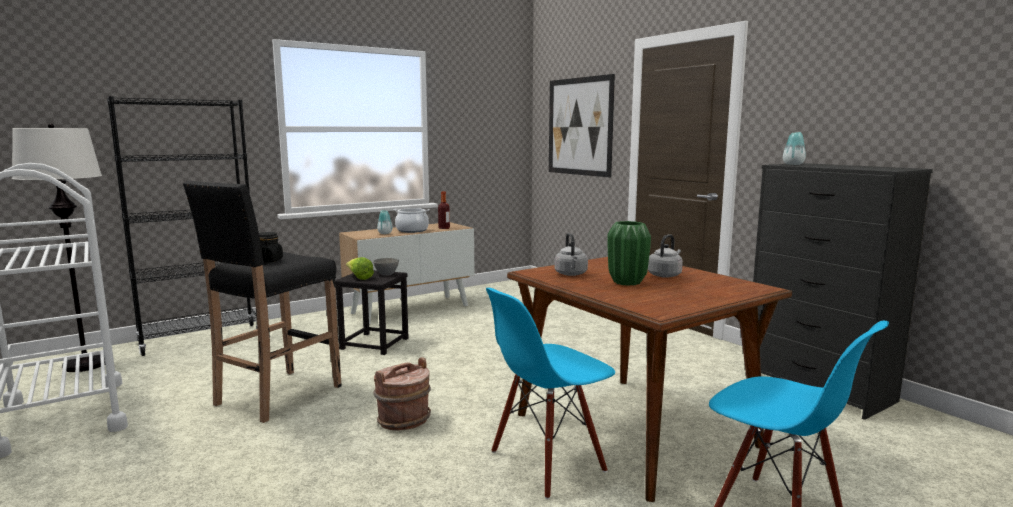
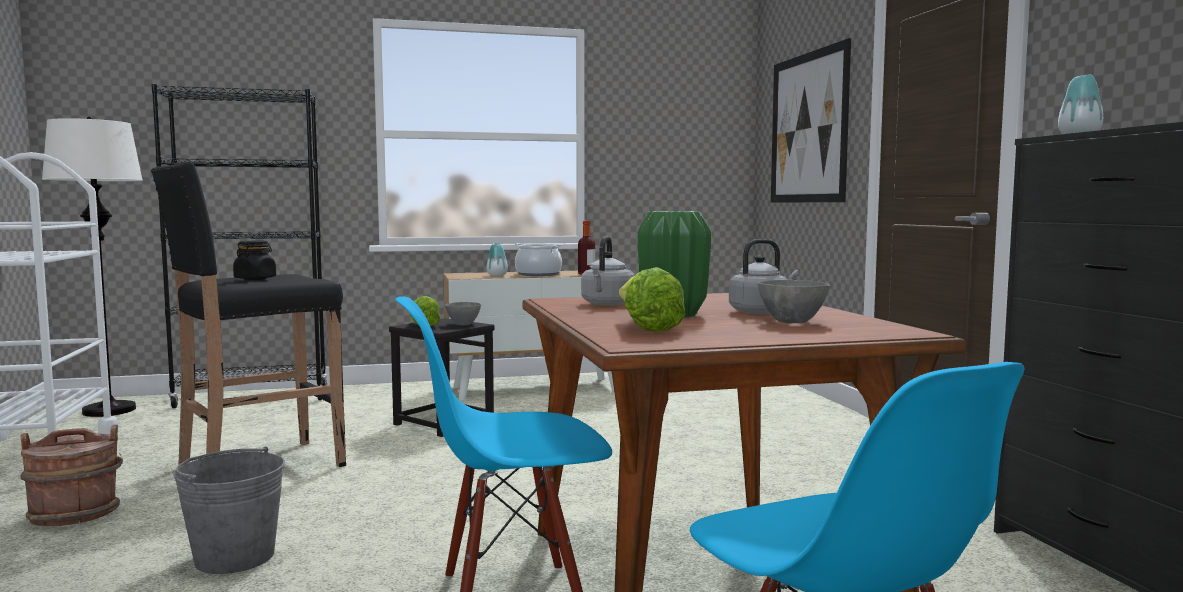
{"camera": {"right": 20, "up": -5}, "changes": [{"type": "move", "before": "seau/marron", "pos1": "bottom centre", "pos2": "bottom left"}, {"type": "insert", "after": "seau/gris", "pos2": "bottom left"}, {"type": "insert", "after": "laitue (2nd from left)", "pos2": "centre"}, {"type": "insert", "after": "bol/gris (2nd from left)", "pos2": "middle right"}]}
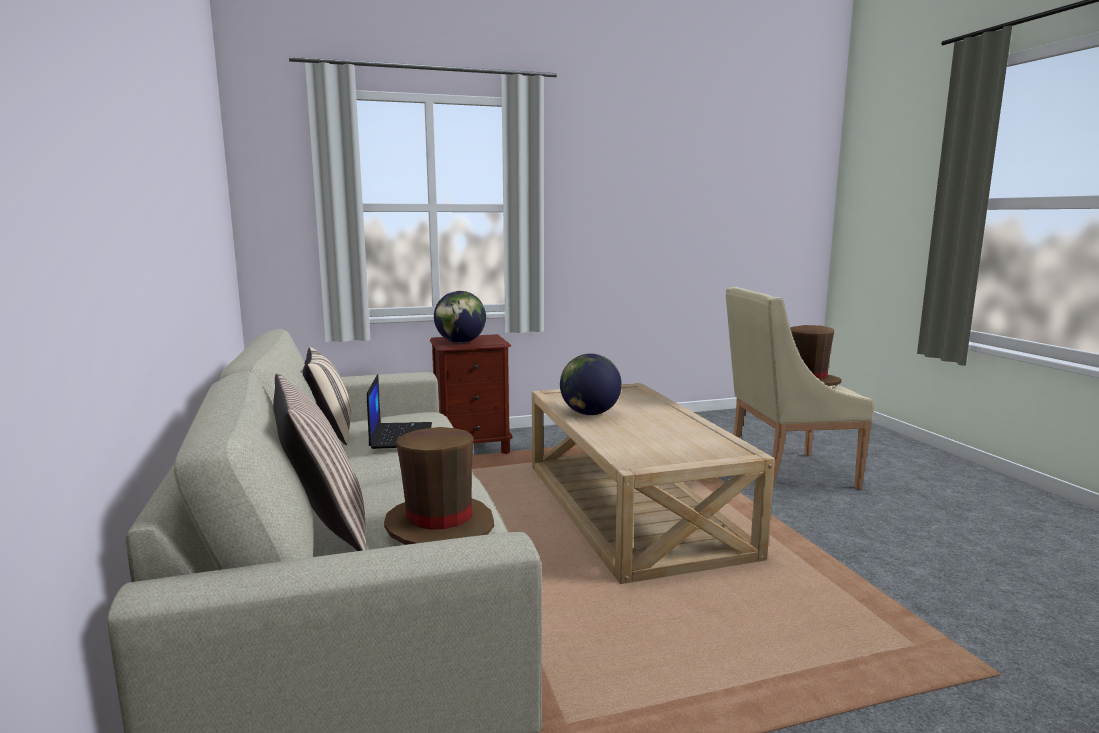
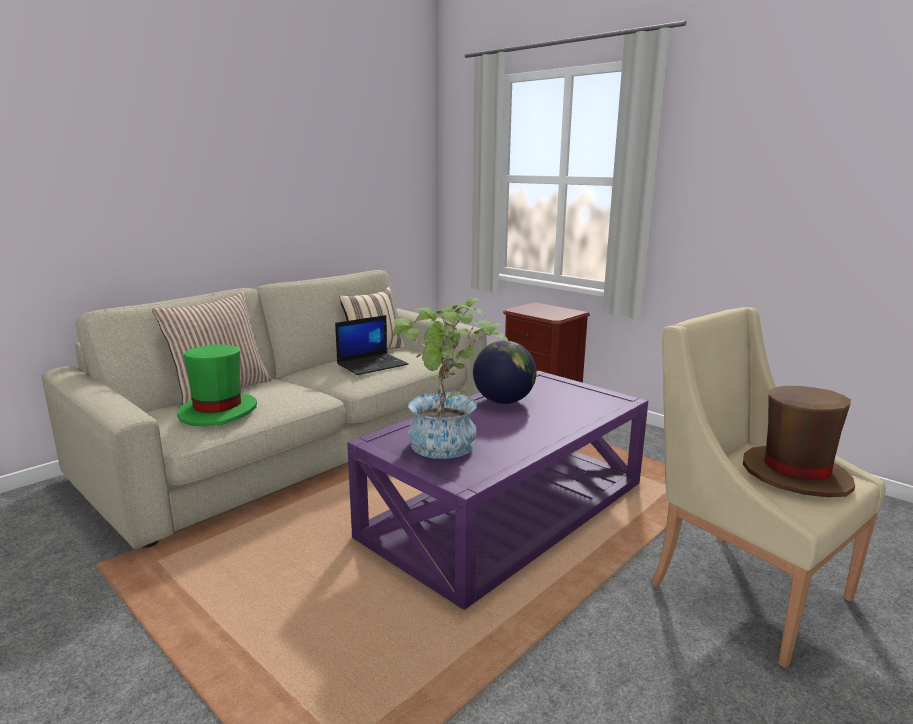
{"camera": {"right": 60, "up": 5}, "changes": [{"type": "recolor", "before": "chapeau/marron (1st from left)", "after": "chapeau/vert", "pos1": "centre", "pos2": "middle left"}, {"type": "recolor", "before": "table basse/beige", "after": "table basse/violet", "pos1": "centre", "pos2": "bottom centre"}, {"type": "insert", "after": "plante en pot", "pos2": "centre"}, {"type": "delete", "before": "globe (1st from left)", "pos1": "centre"}]}
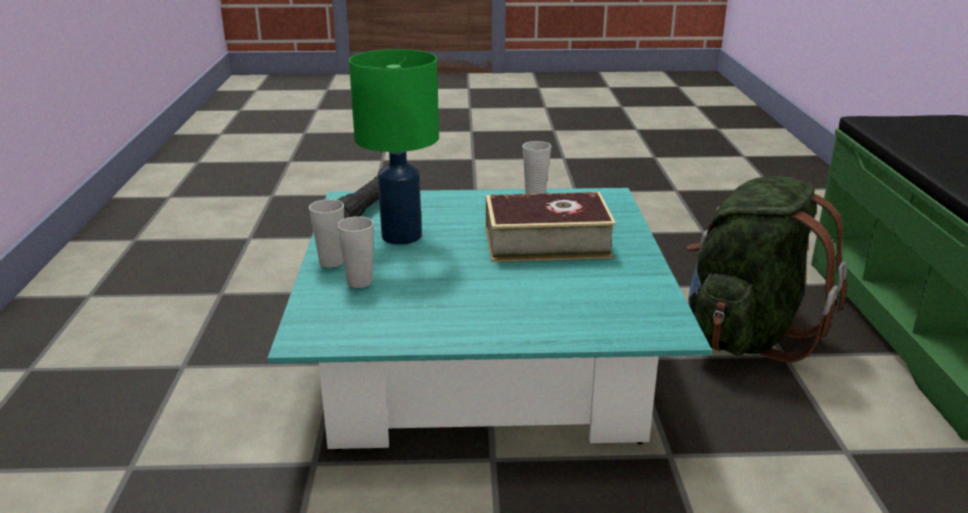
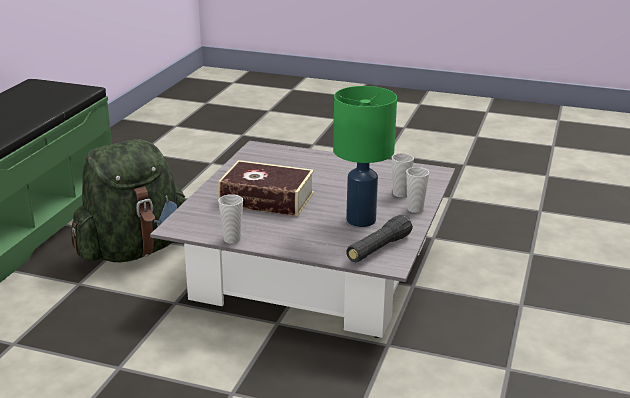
{"camera": {"right": -160, "up": 0}, "changes": [{"type": "recolor", "before": "table basse/turquoise", "after": "table basse/gris", "pos1": "centre", "pos2": "centre"}]}
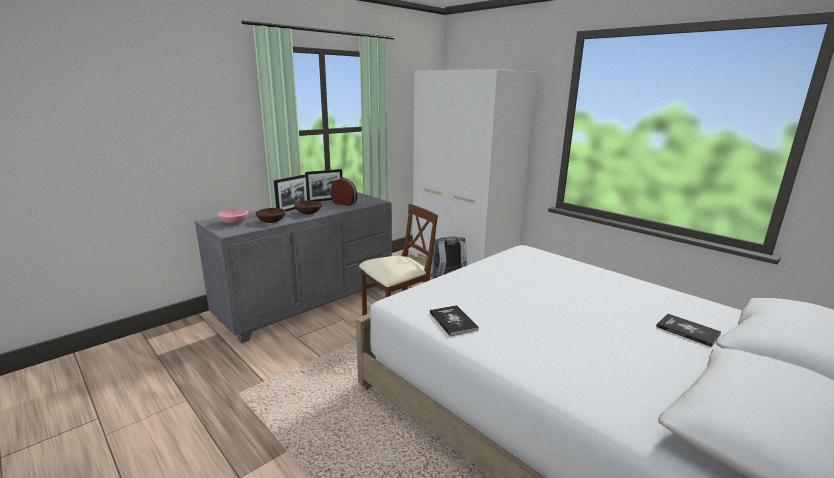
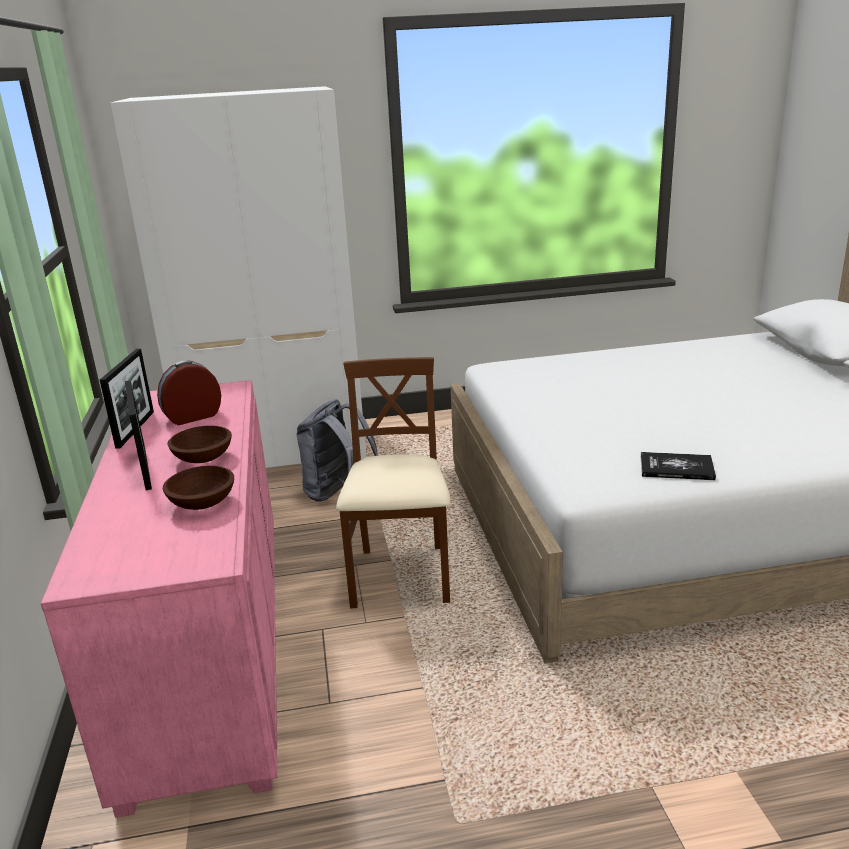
{"camera": {"right": -55, "up": 5}, "changes": [{"type": "recolor", "before": "commode/gris", "after": "commode/rose", "pos1": "centre", "pos2": "bottom left"}, {"type": "delete", "before": "bol/rose", "pos1": "middle left"}, {"type": "delete", "before": "livre (2nd from left)", "pos1": "bottom right"}]}
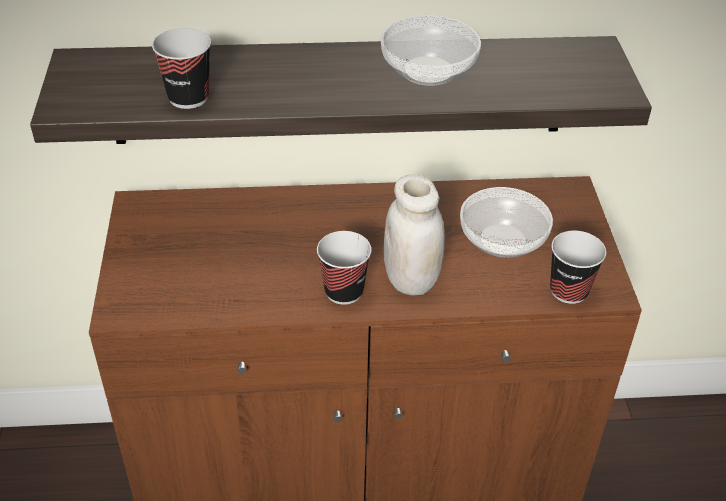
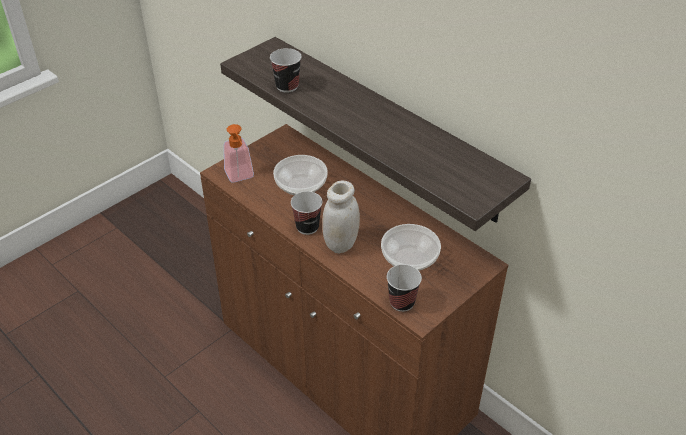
{"camera": {"right": 50, "up": 0}, "changes": [{"type": "insert", "after": "distributeur de savon", "pos2": "centre"}, {"type": "move", "before": "bol (1st from left)", "pos1": "top centre", "pos2": "centre"}]}
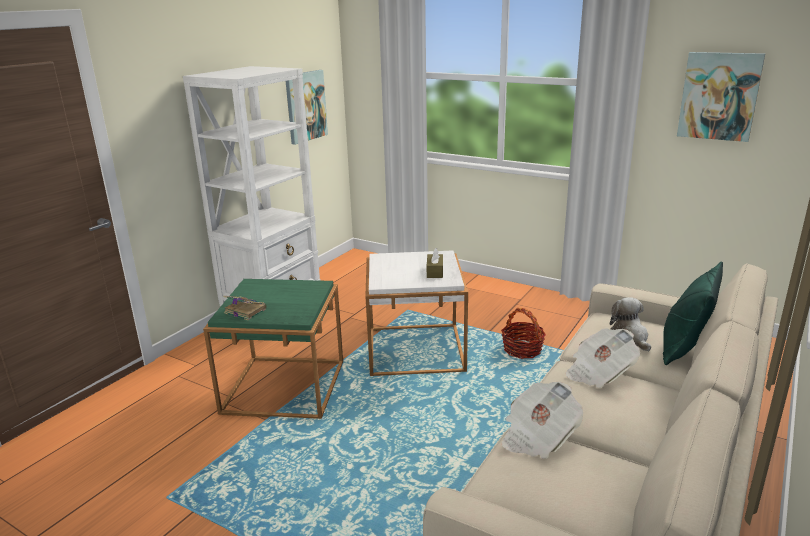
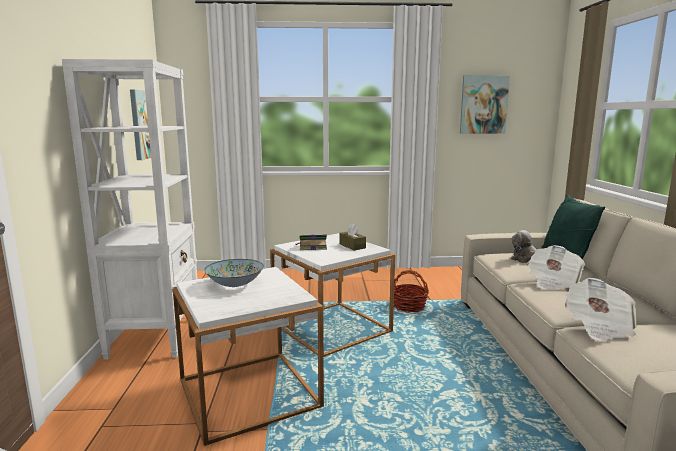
{"camera": {"right": -35, "up": -10}, "changes": [{"type": "recolor", "before": "table d'appoint/vert", "after": "table d'appoint/blanc (1st from left)", "pos1": "centre", "pos2": "bottom centre"}, {"type": "insert", "after": "bol", "pos2": "centre"}, {"type": "move", "before": "livre", "pos1": "middle left", "pos2": "centre"}]}
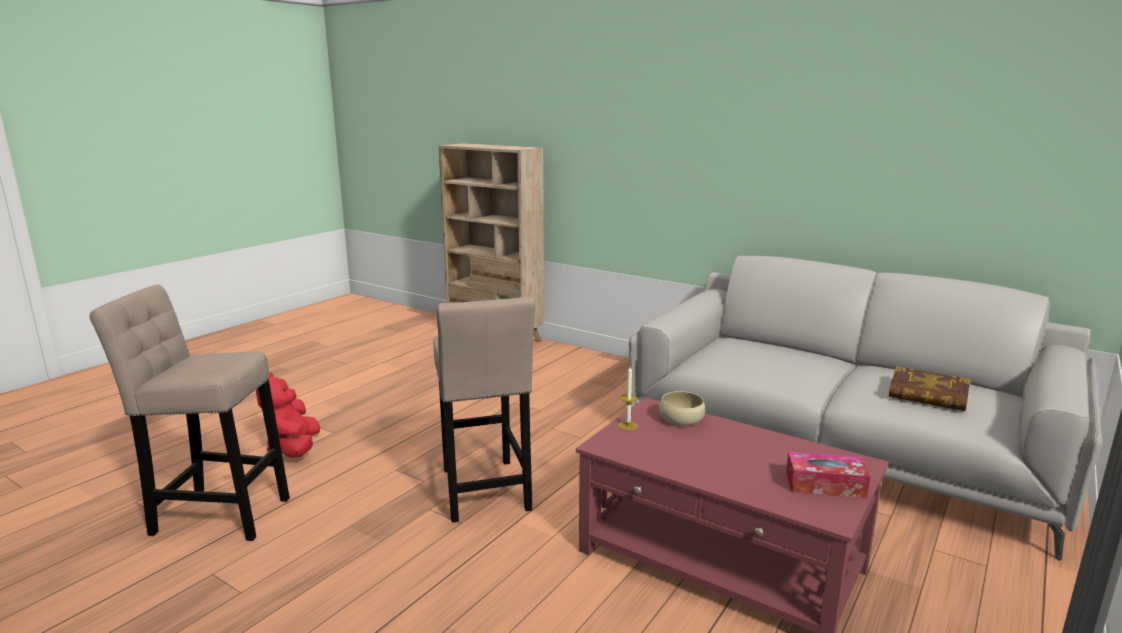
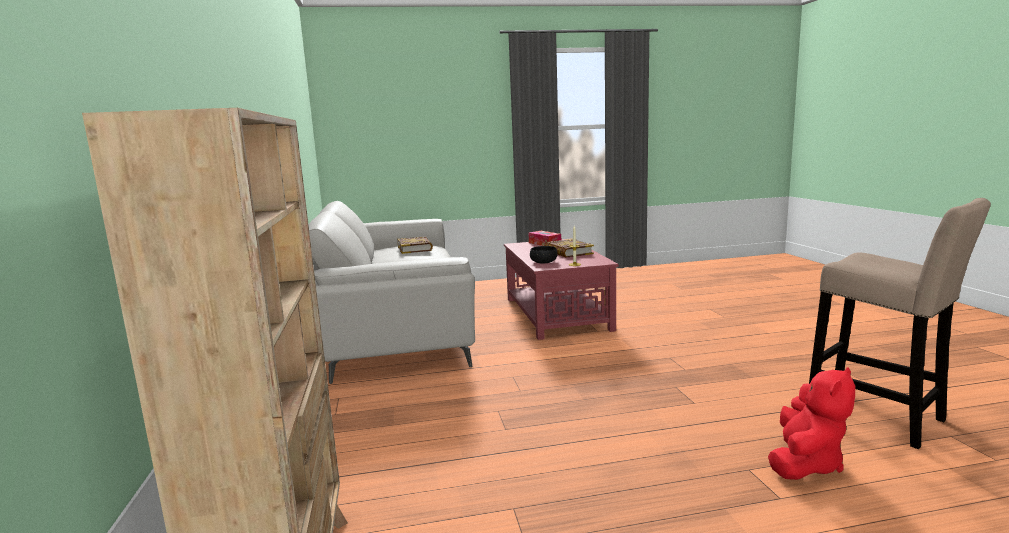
{"camera": {"right": -135, "up": -5}, "changes": [{"type": "recolor", "before": "bol/beige", "after": "bol/noir", "pos1": "centre", "pos2": "centre"}, {"type": "insert", "after": "livre (2nd from left)", "pos2": "centre"}, {"type": "delete", "before": "tabouret/beige (2nd from left)", "pos1": "centre"}]}
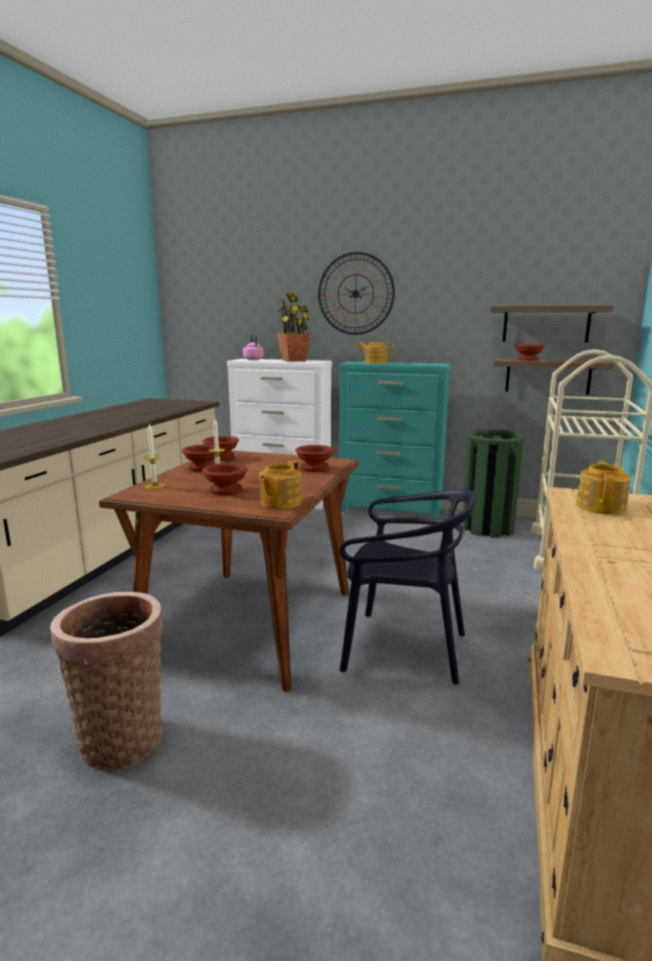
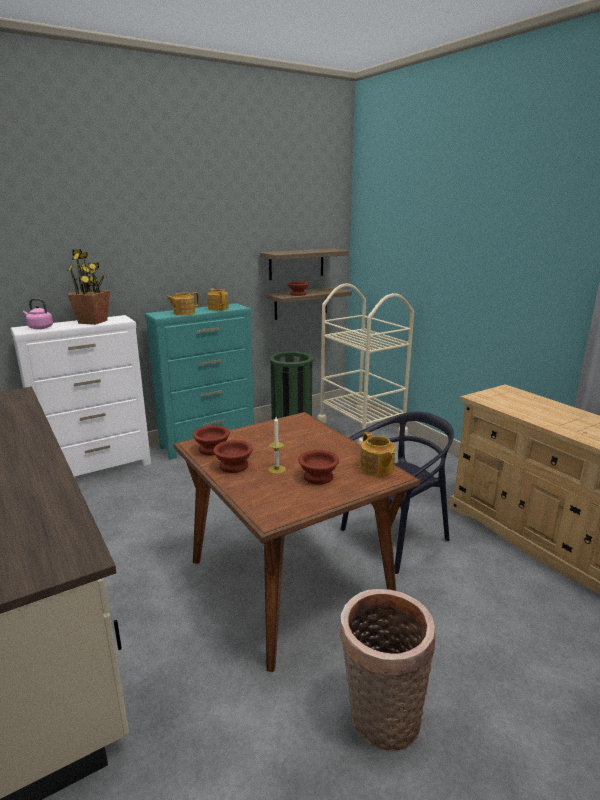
{"camera": {"right": -50, "up": 5}, "changes": [{"type": "move", "before": "théière (3rd from left in the first image)", "after": "théière (2nd from left)", "pos1": "middle right", "pos2": "centre"}, {"type": "delete", "before": "bougie (1st from left)", "pos1": "middle left"}, {"type": "delete", "before": "bol/marron (4th from left)", "pos1": "centre"}, {"type": "delete", "before": "horloge murale", "pos1": "top centre"}]}
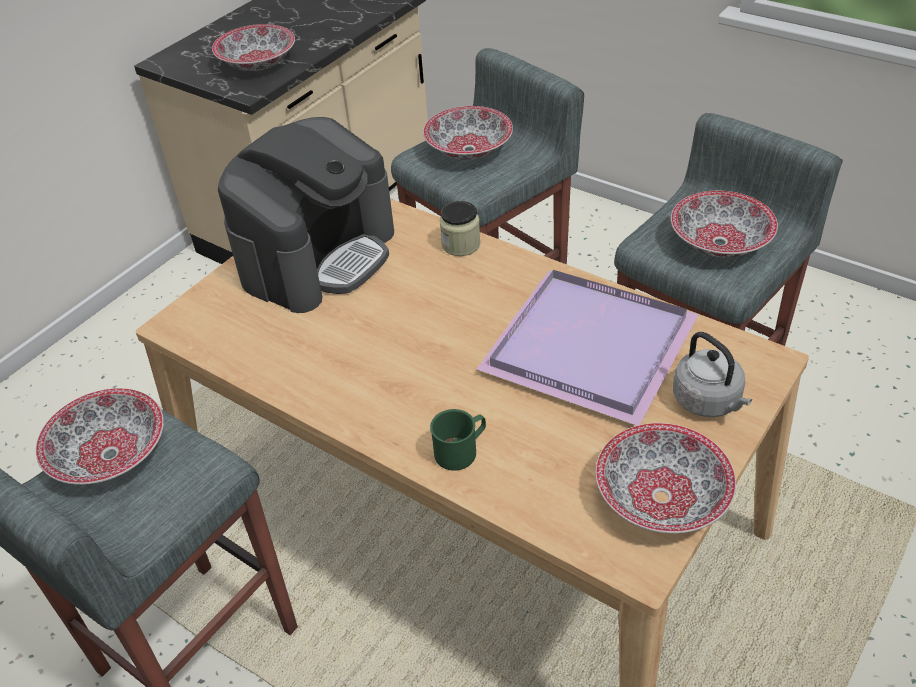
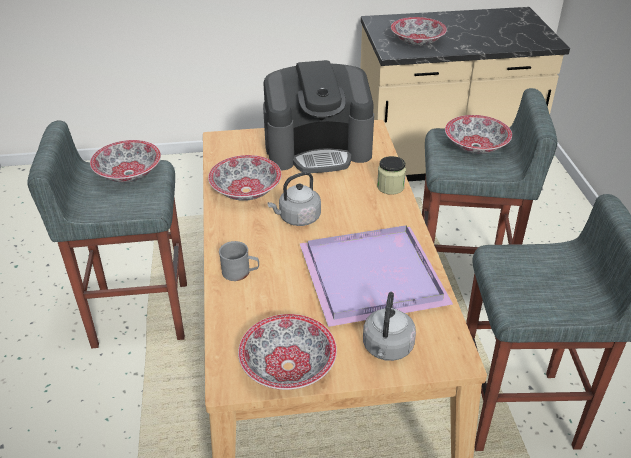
{"camera": {"right": 45, "up": -5}, "changes": [{"type": "move", "before": "bol (5th from left in the first image)", "after": "bol (2nd from left)", "pos1": "top right", "pos2": "centre"}, {"type": "recolor", "before": "mug/vert", "after": "mug/gris", "pos1": "centre", "pos2": "centre"}, {"type": "insert", "after": "bouilloire/gris (1st from left)", "pos2": "centre"}]}
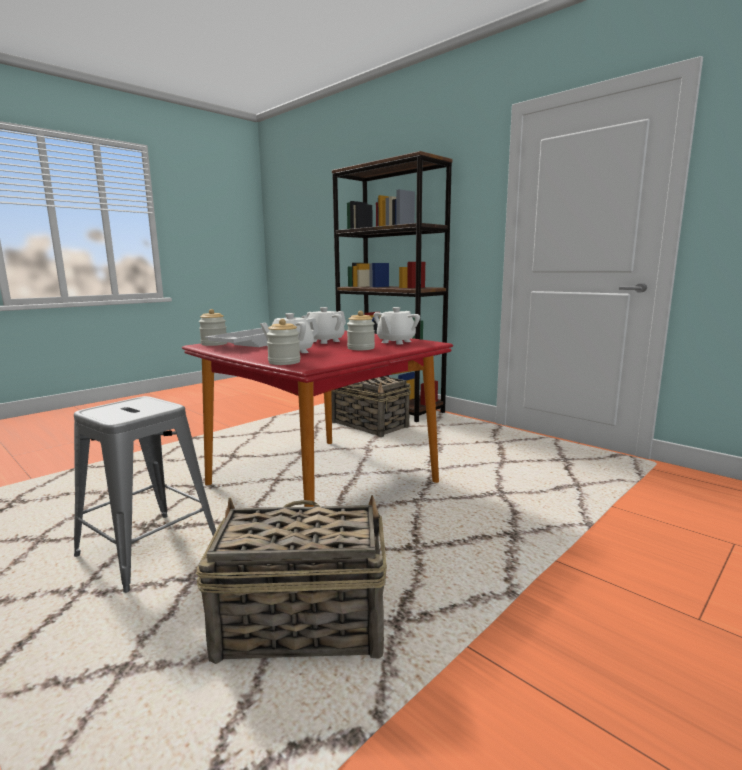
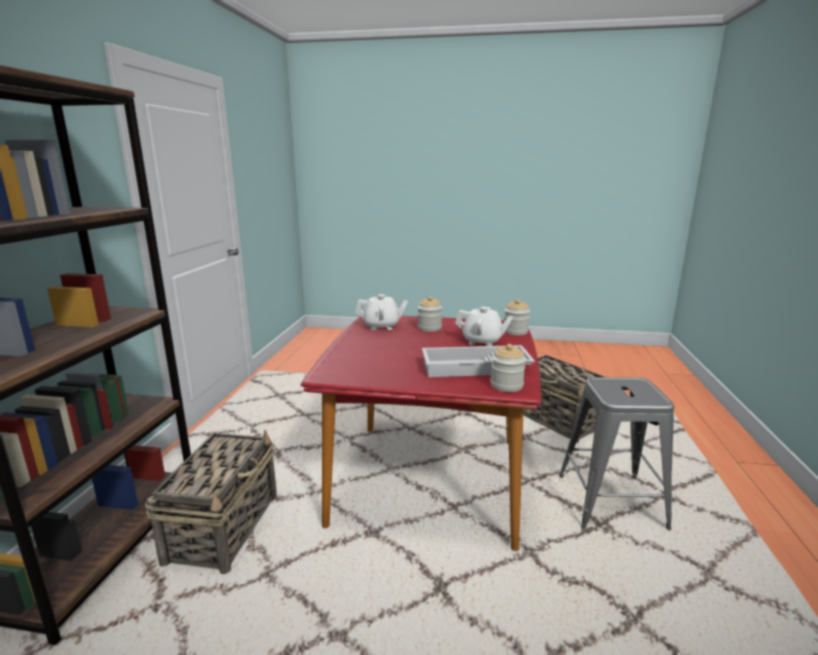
{"camera": {"right": -125, "up": 5}, "changes": [{"type": "delete", "before": "théière/blanc (2nd from left)", "pos1": "centre"}]}
